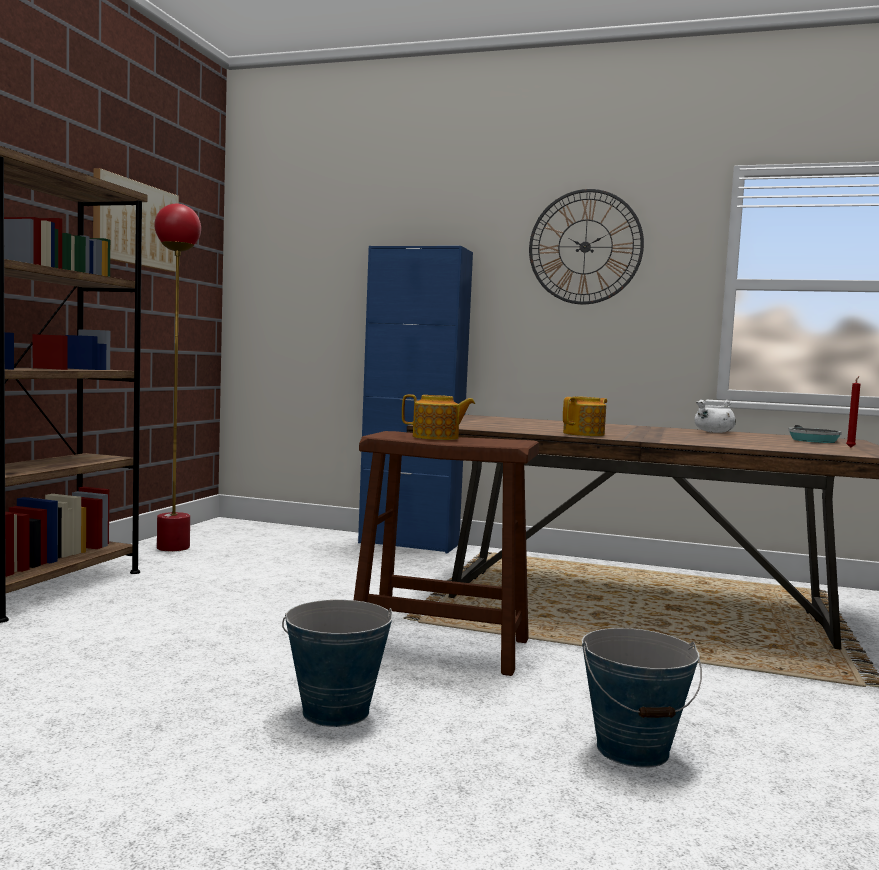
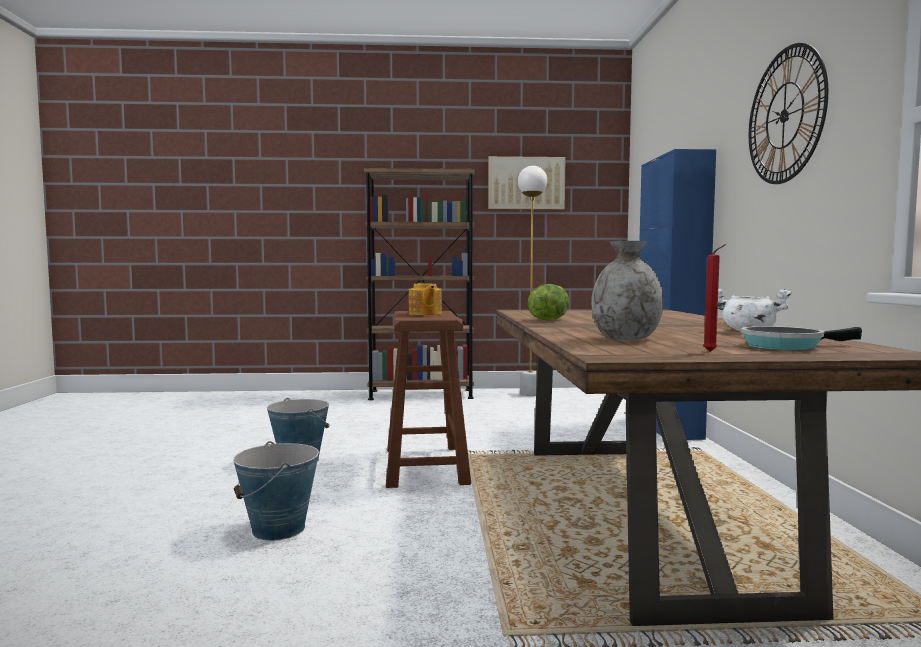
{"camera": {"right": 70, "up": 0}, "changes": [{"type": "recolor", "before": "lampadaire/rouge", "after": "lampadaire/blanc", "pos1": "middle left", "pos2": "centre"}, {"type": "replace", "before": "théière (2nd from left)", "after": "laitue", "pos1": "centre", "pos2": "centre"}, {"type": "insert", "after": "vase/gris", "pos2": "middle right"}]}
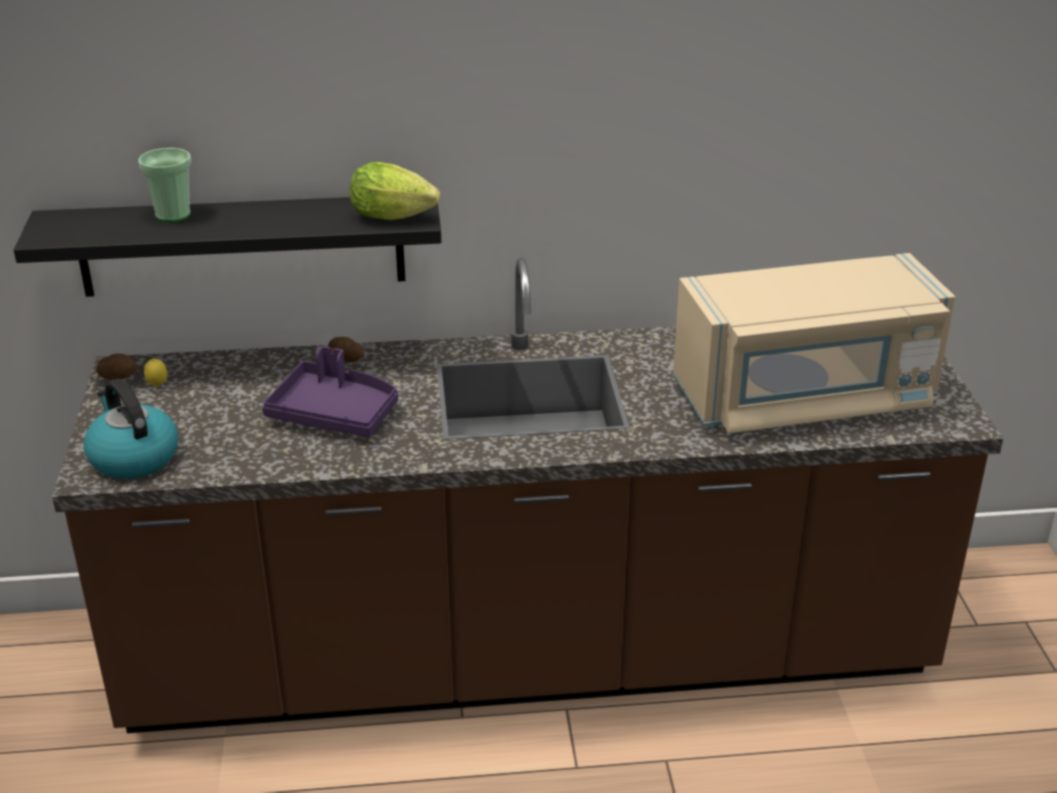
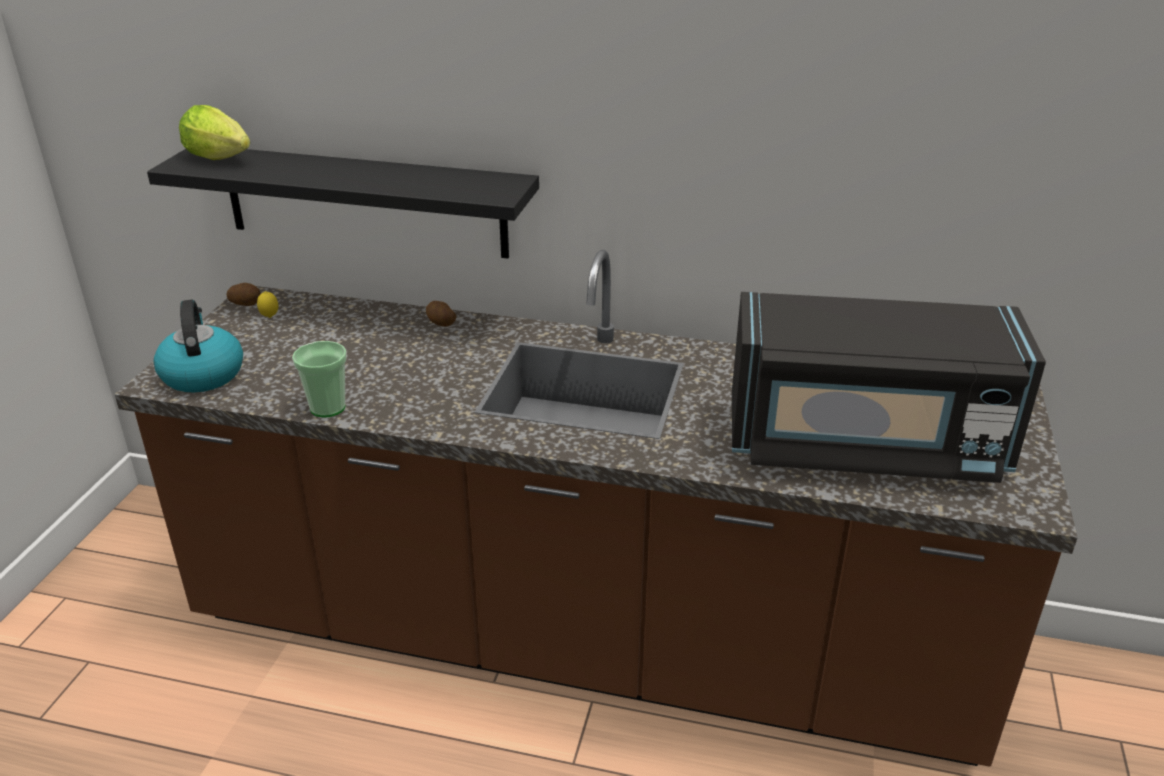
{"camera": {"right": 20, "up": 0}, "changes": [{"type": "move", "before": "laitue", "pos1": "top centre", "pos2": "top left"}, {"type": "move", "before": "tasse", "pos1": "top left", "pos2": "middle left"}, {"type": "recolor", "before": "micro-ondes/beige", "after": "micro-ondes/noir", "pos1": "middle right", "pos2": "middle right"}, {"type": "delete", "before": "plateau/violet", "pos1": "middle left"}]}
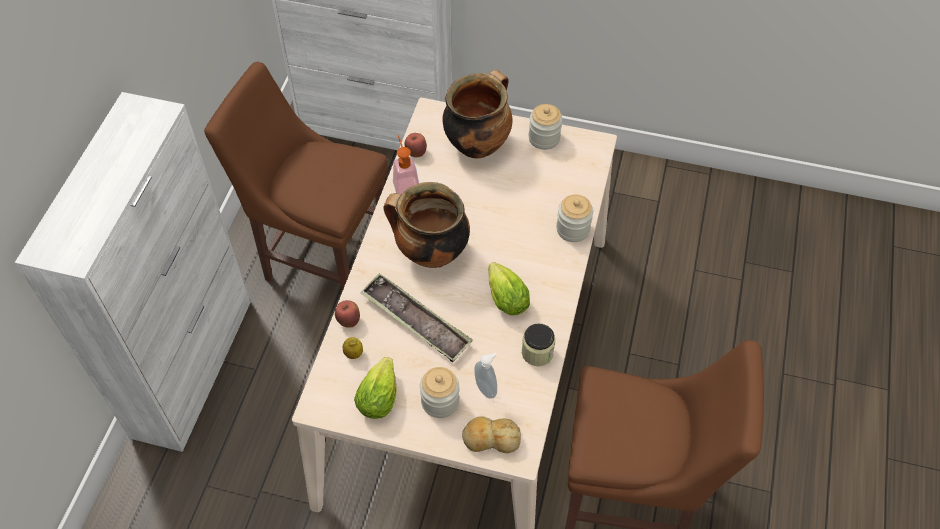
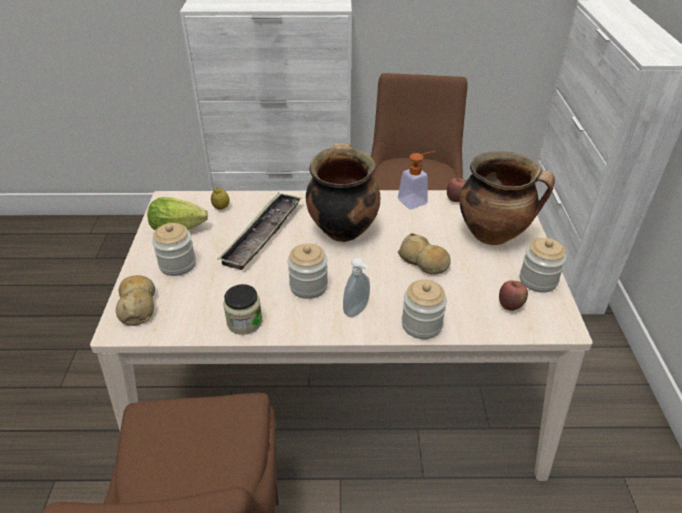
{"camera": {"right": 75, "up": -15}, "changes": [{"type": "replace", "before": "laitue (2nd from left)", "after": "bocal (3rd from left)", "pos1": "centre", "pos2": "centre"}, {"type": "move", "before": "distributeur de savon (2nd from left in the first image)", "after": "distributeur de savon (1st from left)", "pos1": "bottom centre", "pos2": "centre"}, {"type": "insert", "after": "pain (2nd from left)", "pos2": "centre"}, {"type": "move", "before": "pomme (1st from left in the first image)", "after": "pomme (2nd from left)", "pos1": "centre", "pos2": "middle right"}]}
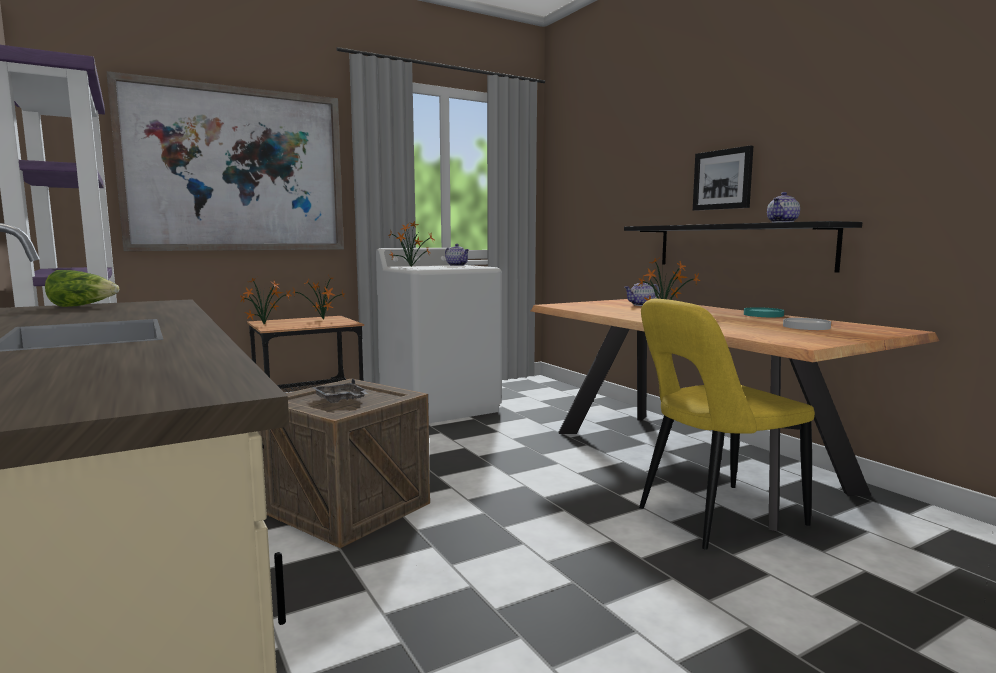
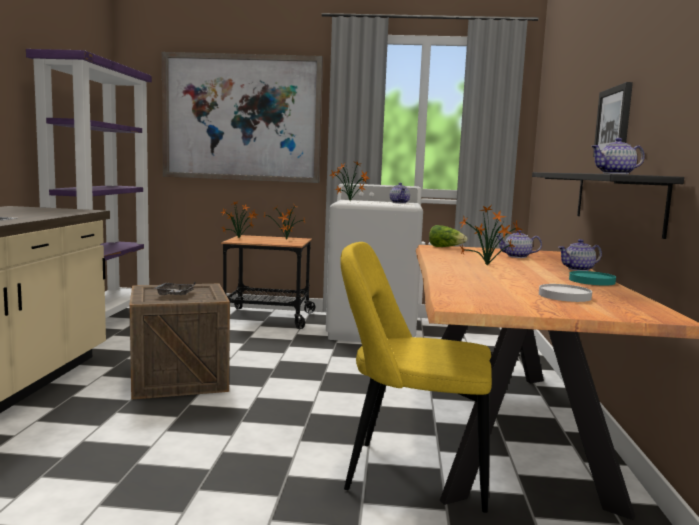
{"camera": {"right": 35, "up": 0}, "changes": [{"type": "move", "before": "laitue", "pos1": "middle left", "pos2": "centre"}, {"type": "insert", "after": "théière (3rd from left)", "pos2": "middle right"}]}
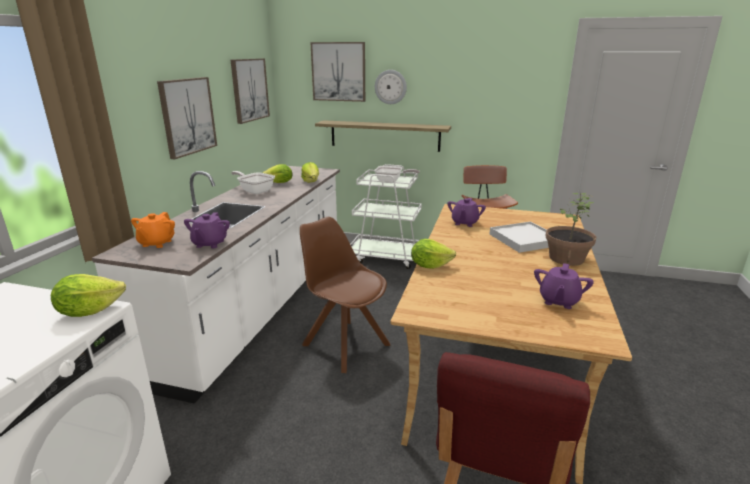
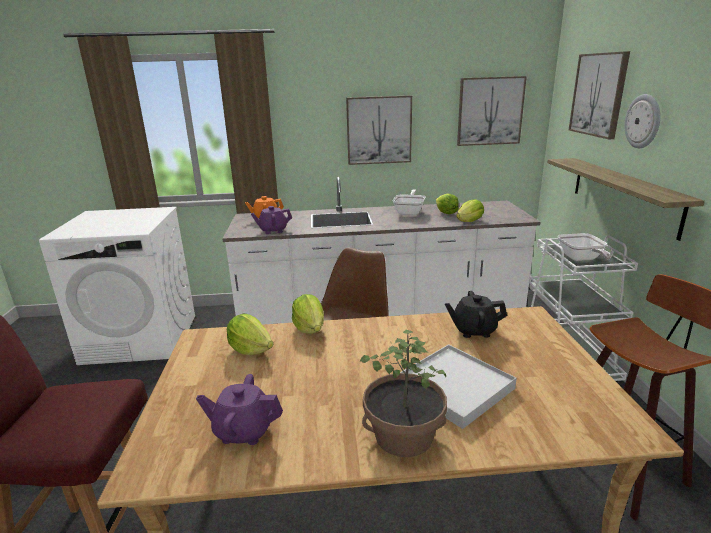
{"camera": {"right": 70, "up": 0}, "changes": [{"type": "move", "before": "laitue (1st from left)", "pos1": "middle left", "pos2": "centre"}, {"type": "recolor", "before": "théière/violet (2nd from left)", "after": "théière/noir", "pos1": "centre", "pos2": "middle right"}]}
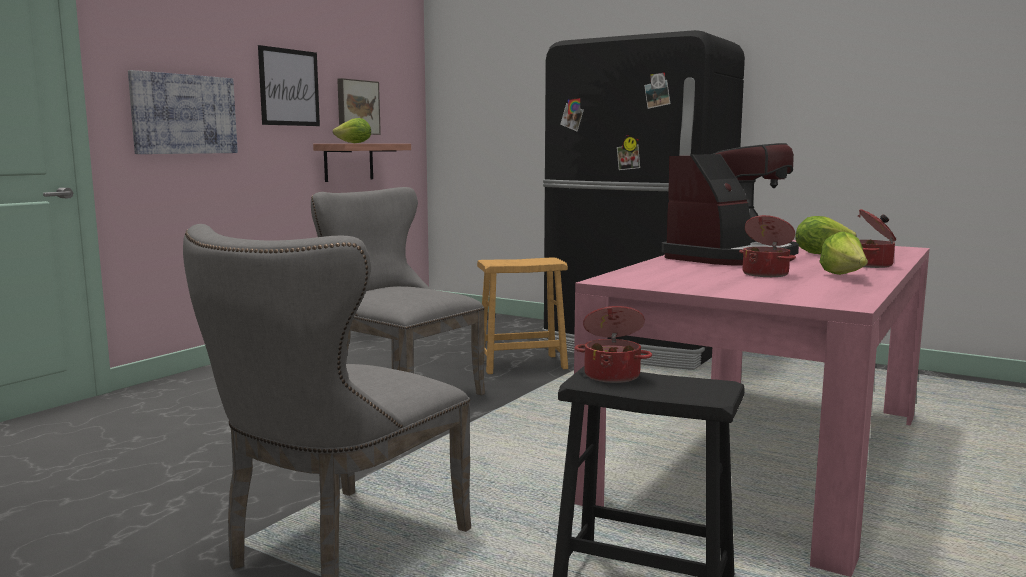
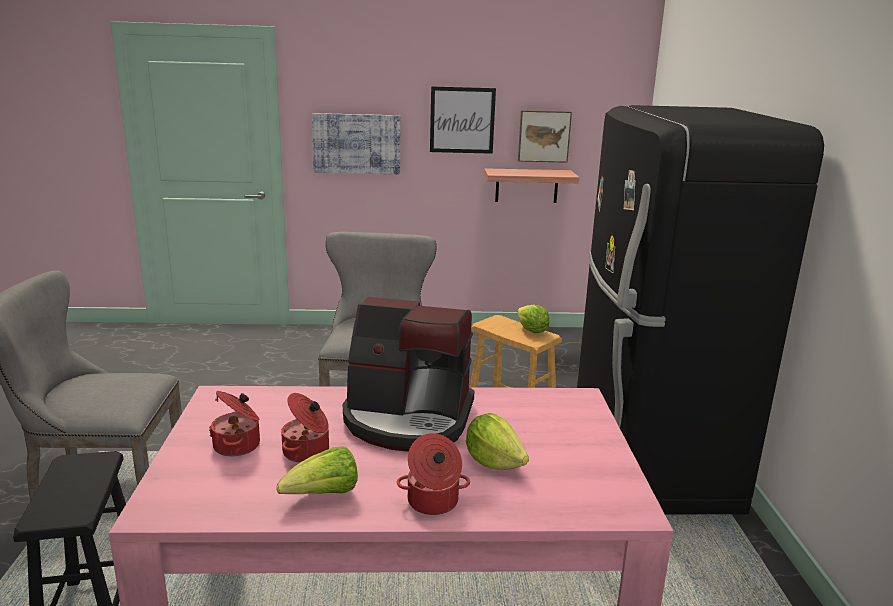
{"camera": {"right": 55, "up": 10}, "changes": [{"type": "move", "before": "marmite (1st from left)", "pos1": "centre", "pos2": "bottom left"}, {"type": "move", "before": "laitue (1st from left in the first image)", "after": "laitue (3rd from left)", "pos1": "top centre", "pos2": "centre"}]}
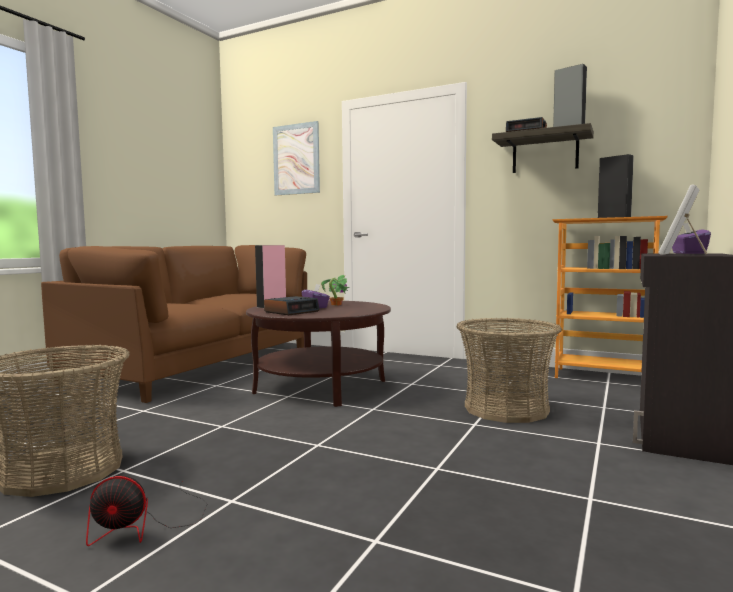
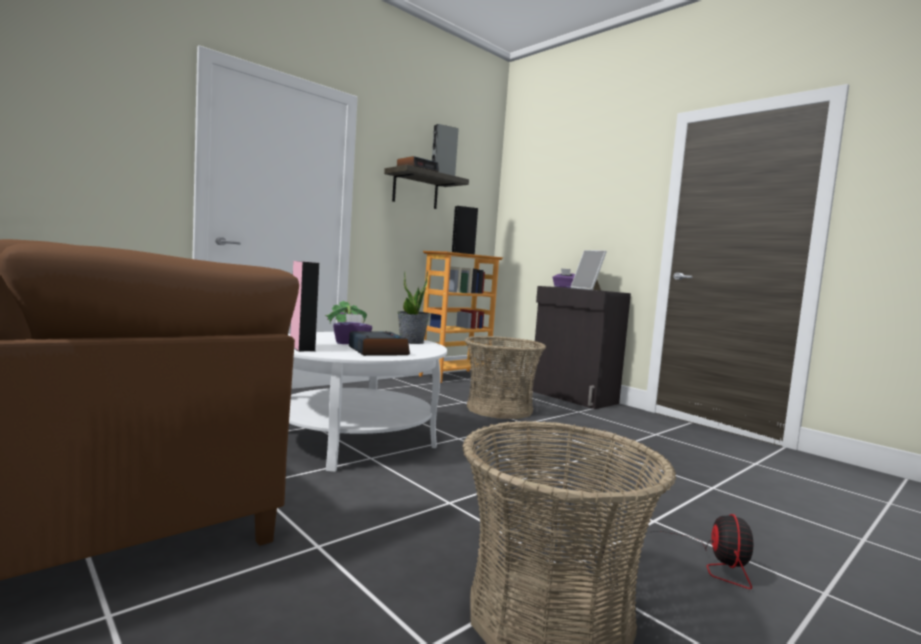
{"camera": {"right": -70, "up": 0}, "changes": [{"type": "recolor", "before": "table basse/marron", "after": "table basse/blanc", "pos1": "centre", "pos2": "centre"}, {"type": "insert", "after": "plante en pot (2nd from left)", "pos2": "centre"}, {"type": "delete", "before": "tableau", "pos1": "top centre"}]}
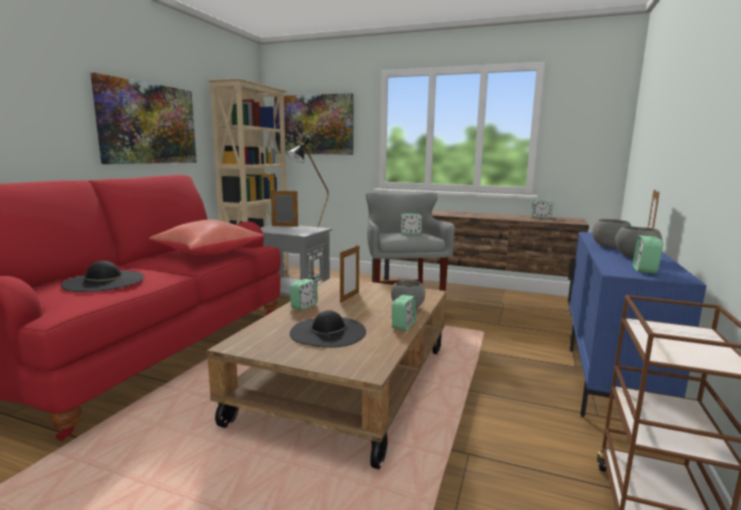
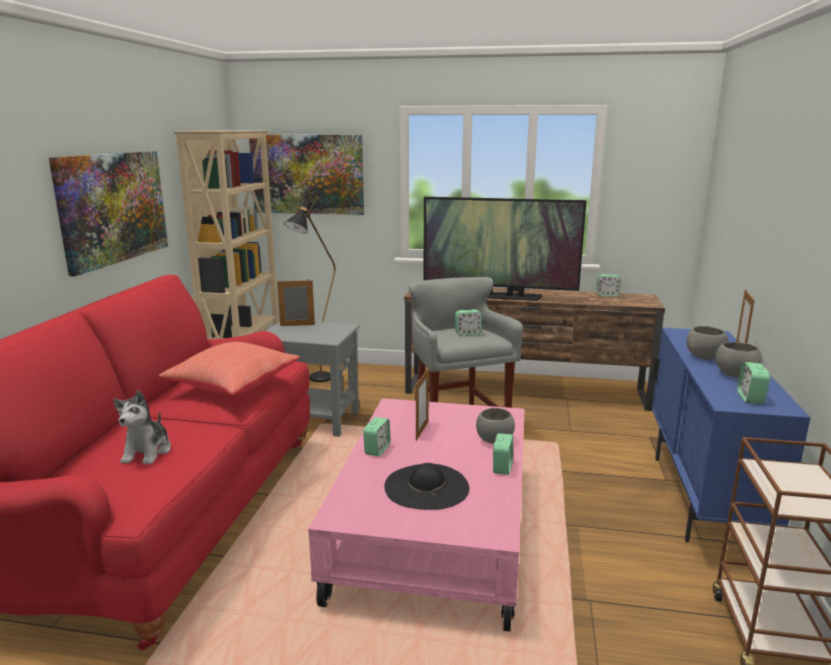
{"camera": {"right": -10, "up": 5}, "changes": [{"type": "replace", "before": "chapeau/noir (1st from left)", "after": "peluche", "pos1": "middle left", "pos2": "middle left"}, {"type": "recolor", "before": "table basse/marron", "after": "table basse/rose", "pos1": "bottom centre", "pos2": "bottom centre"}, {"type": "insert", "after": "téléviseur", "pos2": "centre"}]}
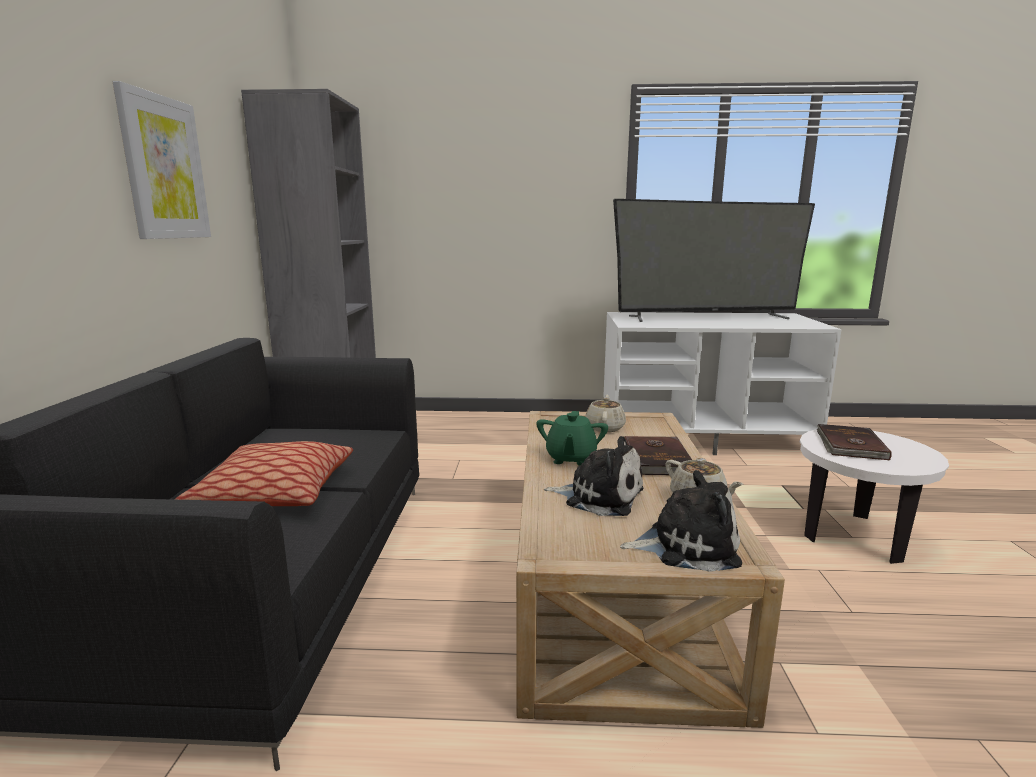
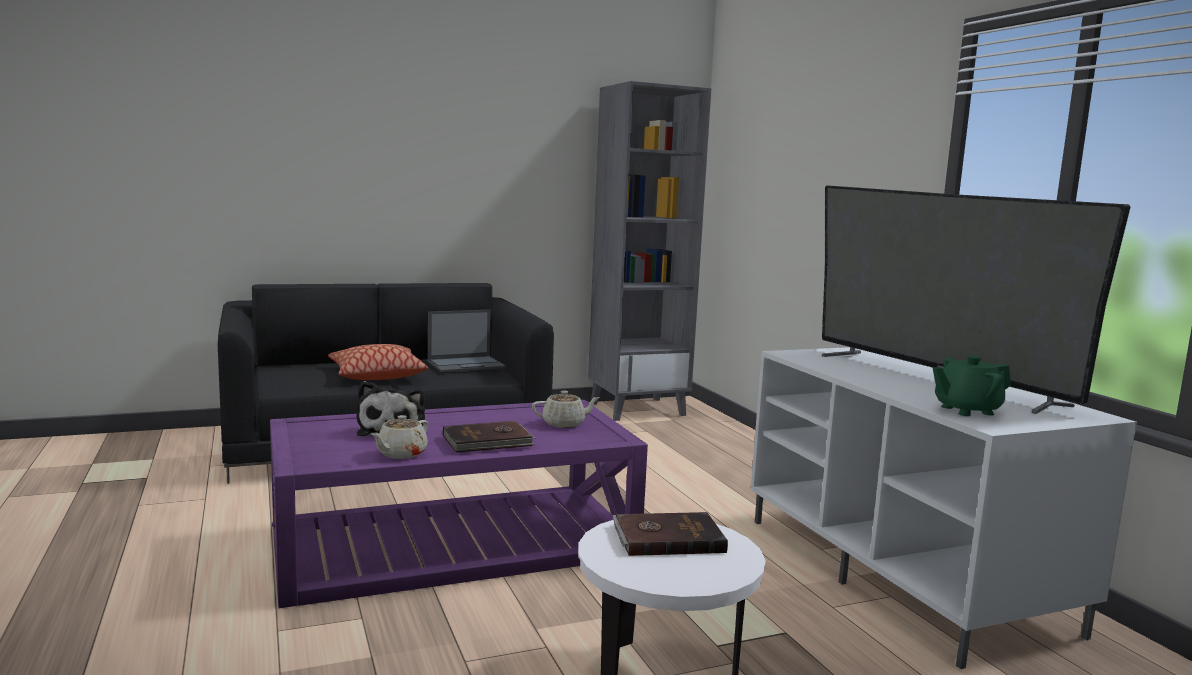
{"camera": {"right": 65, "up": -5}, "changes": [{"type": "recolor", "before": "table basse/beige", "after": "table basse/violet", "pos1": "bottom centre", "pos2": "bottom centre"}, {"type": "insert", "after": "ordinateur portable", "pos2": "centre"}, {"type": "move", "before": "théière/vert", "pos1": "centre", "pos2": "middle right"}, {"type": "delete", "before": "tableau", "pos1": "top left"}, {"type": "delete", "before": "peluche (2nd from left)", "pos1": "bottom centre"}]}
